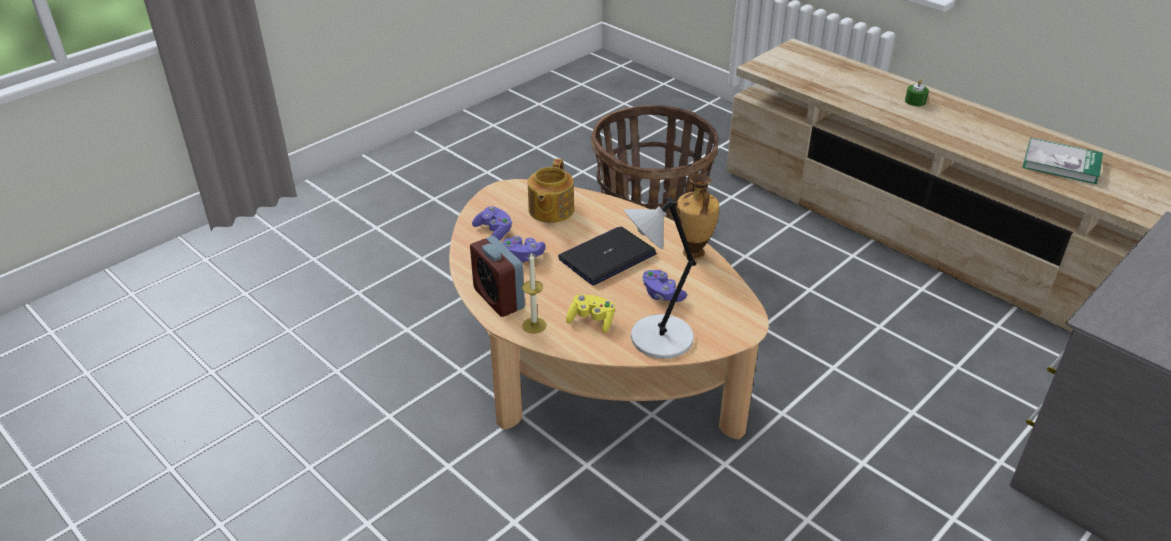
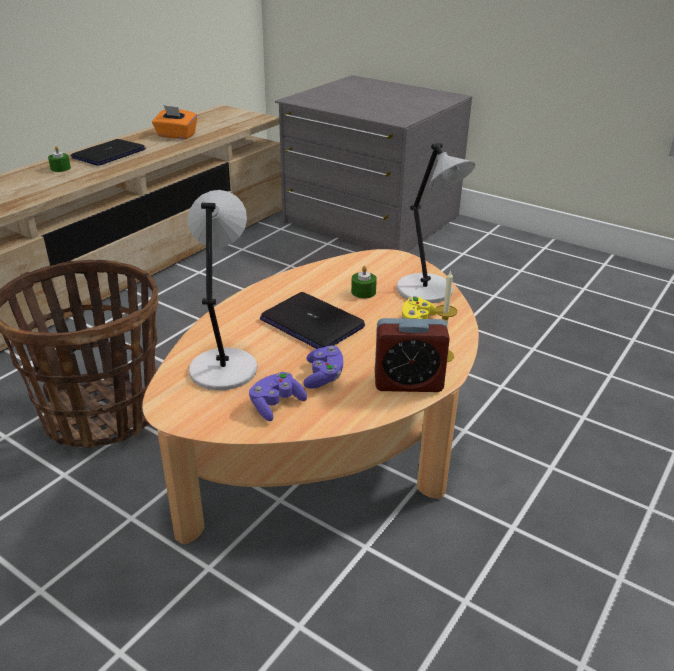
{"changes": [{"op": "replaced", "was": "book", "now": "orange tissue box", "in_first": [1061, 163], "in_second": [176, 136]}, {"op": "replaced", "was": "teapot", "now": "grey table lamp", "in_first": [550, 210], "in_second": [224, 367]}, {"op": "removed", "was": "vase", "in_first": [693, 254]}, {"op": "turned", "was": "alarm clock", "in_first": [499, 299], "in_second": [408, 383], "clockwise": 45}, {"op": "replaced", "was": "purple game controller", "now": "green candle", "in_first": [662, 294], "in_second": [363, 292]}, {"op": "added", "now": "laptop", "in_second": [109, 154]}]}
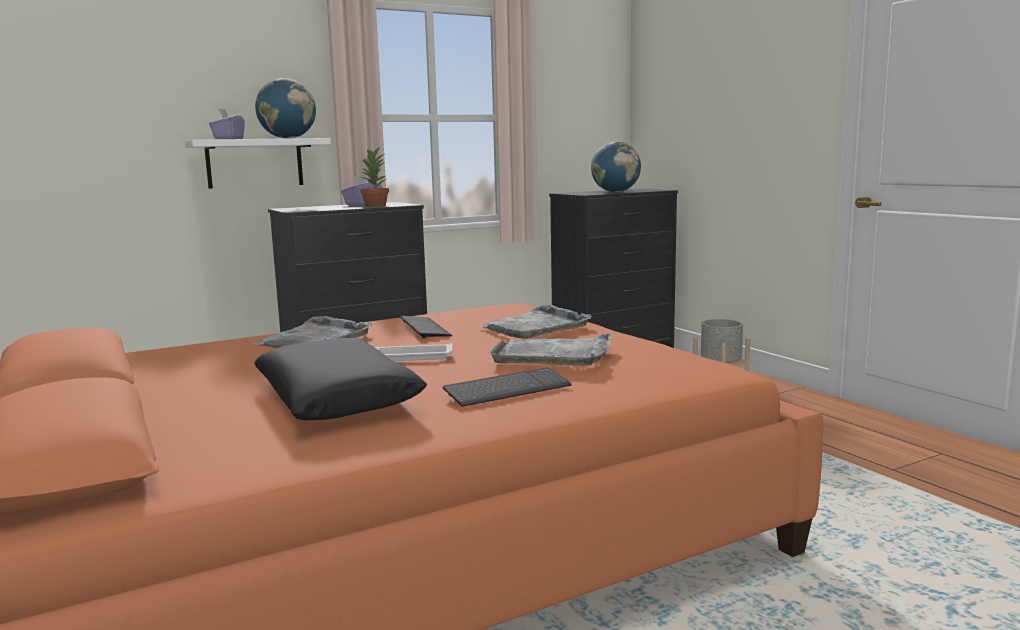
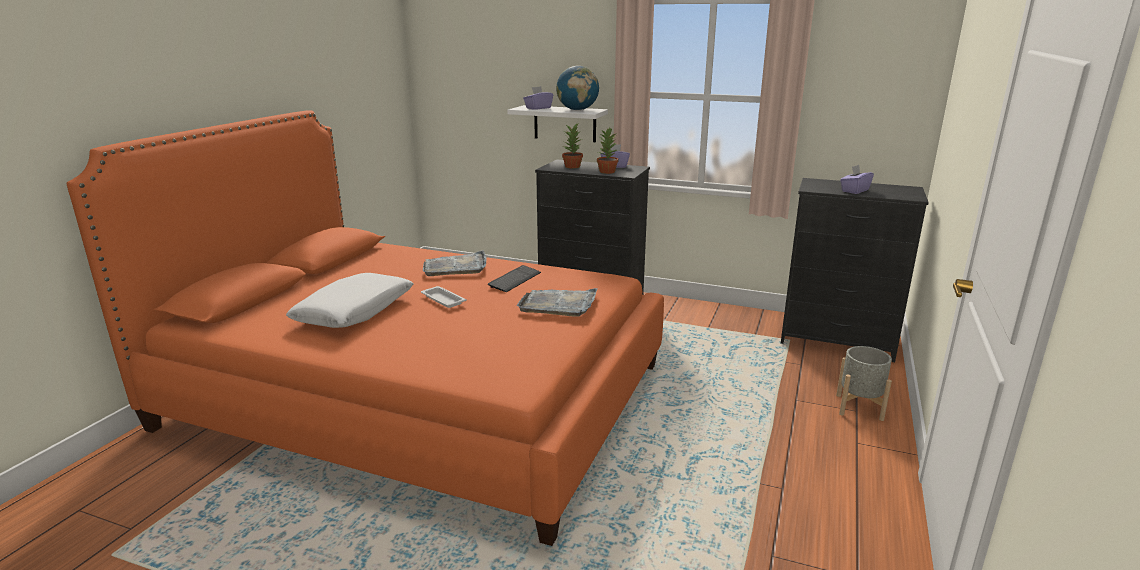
{"changes": [{"op": "replaced", "was": "globe", "now": "purple tissue box", "in_first": [615, 192], "in_second": [854, 190]}, {"op": "removed", "was": "grey tray", "in_first": [553, 354]}, {"op": "recoloured", "was": "black pillow", "now": "white pillow", "in_first": [337, 398], "in_second": [355, 311]}, {"op": "removed", "was": "keyboard", "in_first": [507, 390]}, {"op": "added", "now": "potted plant", "in_second": [573, 166]}]}
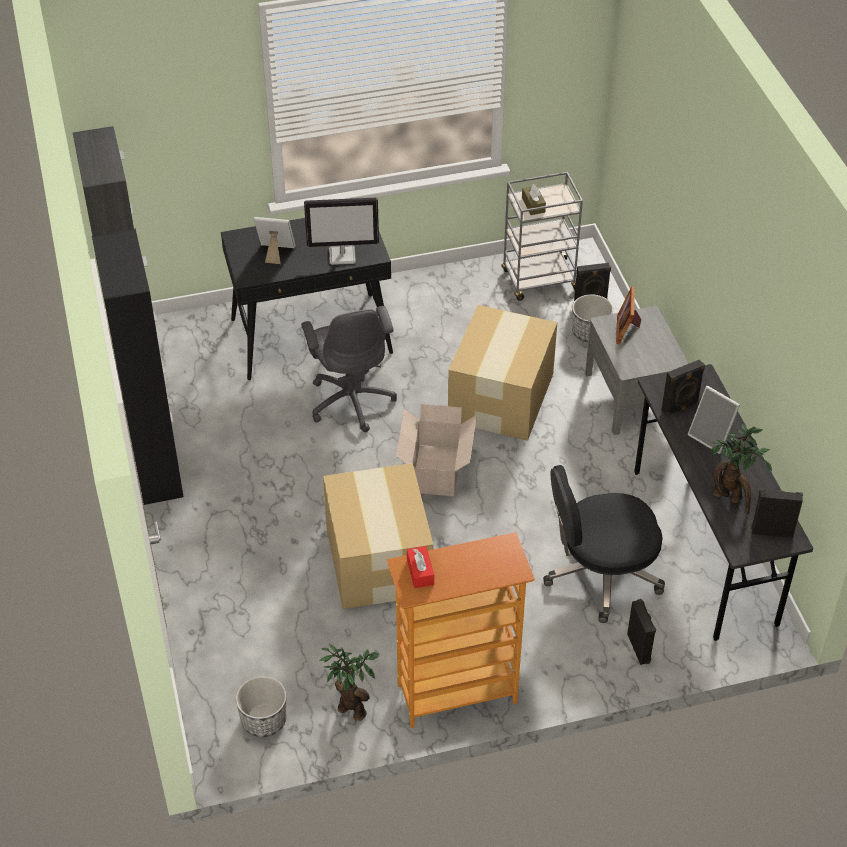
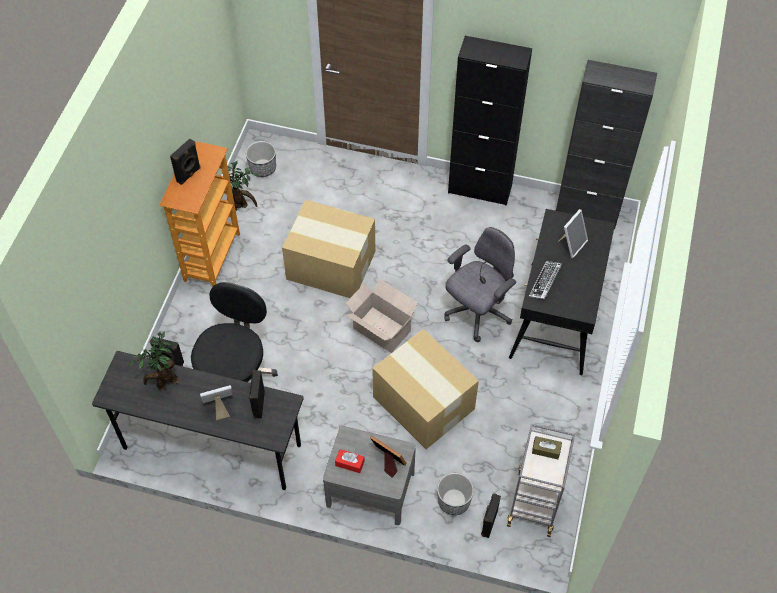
{"changes": [{"op": "replaced", "was": "monitor", "now": "keyboard", "in_first": [343, 255], "in_second": [545, 282]}, {"op": "turned", "was": "grey office chair", "in_first": [351, 400], "in_second": [477, 313], "clockwise": 120}, {"op": "moved", "was": "black speaker", "in_first": [772, 531], "in_second": [189, 175]}, {"op": "moved", "was": "red tissue box", "in_first": [420, 572], "in_second": [349, 463]}]}
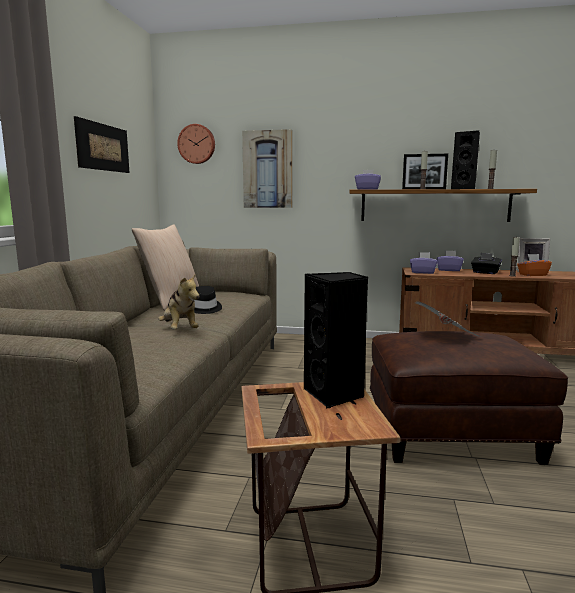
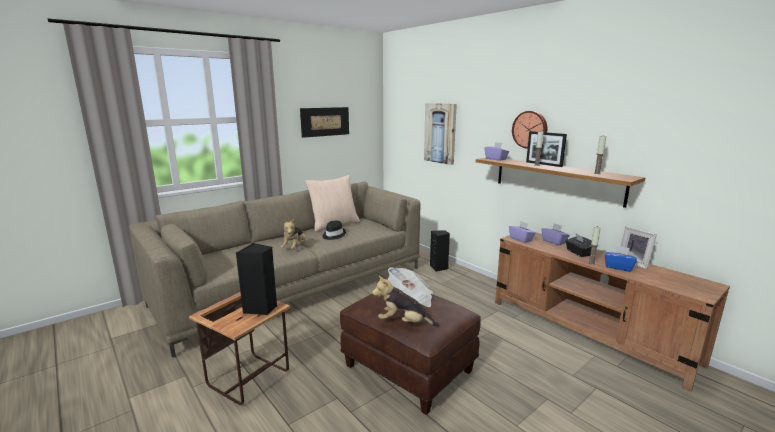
{"changes": [{"op": "moved", "was": "wall clock", "in_first": [197, 144], "in_second": [530, 129]}, {"op": "moved", "was": "black speaker", "in_first": [465, 189], "in_second": [439, 268]}, {"op": "recoloured", "was": "orange tissue box", "now": "blue tissue box", "in_first": [532, 275], "in_second": [618, 267]}, {"op": "added", "now": "plush toy", "in_second": [403, 323]}]}
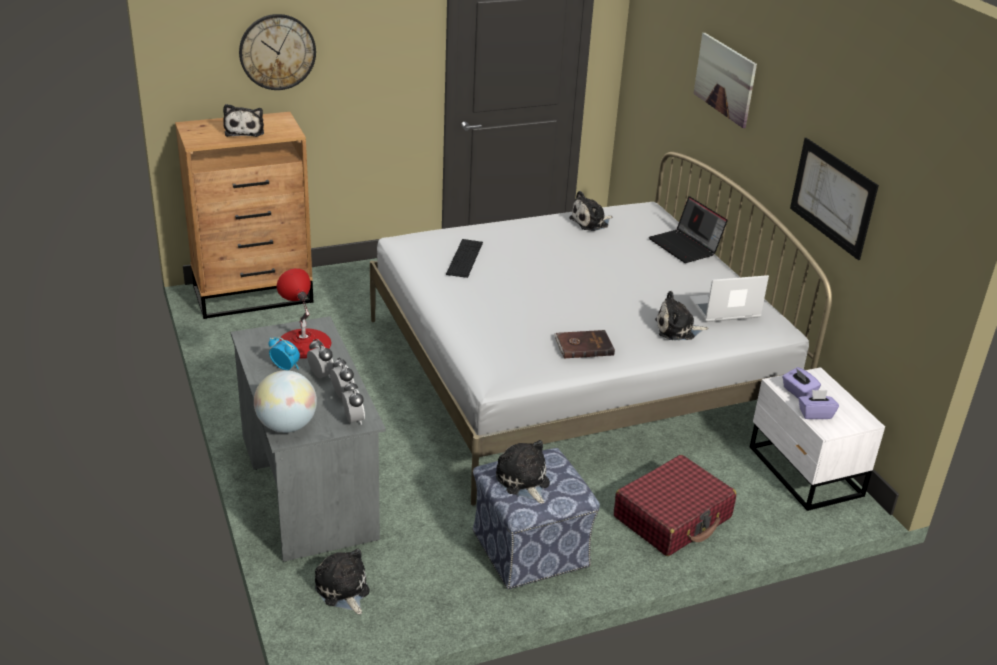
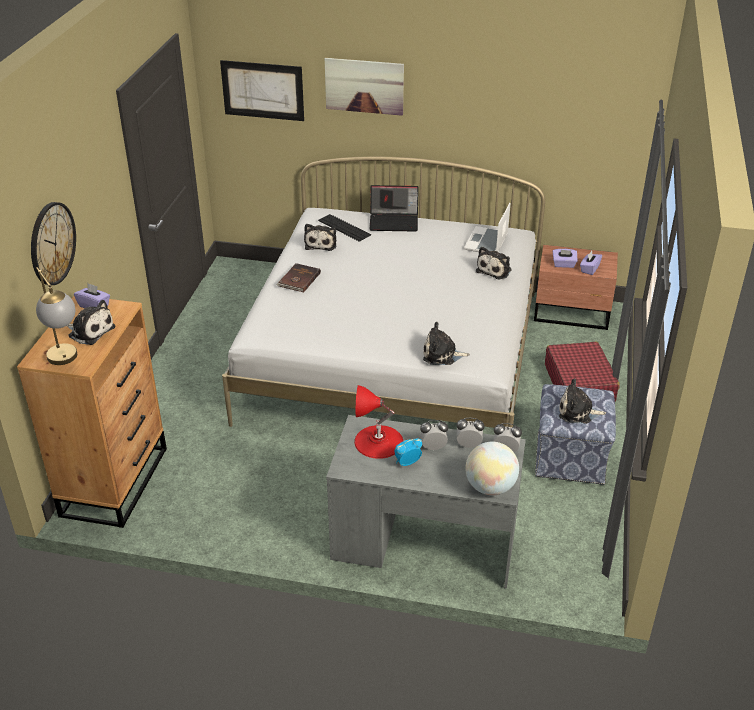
{"changes": [{"op": "moved", "was": "picture", "in_first": [832, 197], "in_second": [262, 90]}, {"op": "moved", "was": "keyboard", "in_first": [464, 258], "in_second": [344, 228]}, {"op": "moved", "was": "brown book", "in_first": [583, 346], "in_second": [298, 279]}, {"op": "recoloured", "was": "white nightstand", "now": "brown nightstand", "in_first": [804, 473], "in_second": [572, 313]}, {"op": "moved", "was": "plush toy", "in_first": [343, 591], "in_second": [442, 355]}, {"op": "added", "now": "table lamp", "in_second": [66, 362]}, {"op": "added", "now": "purple tissue box", "in_second": [94, 306]}]}
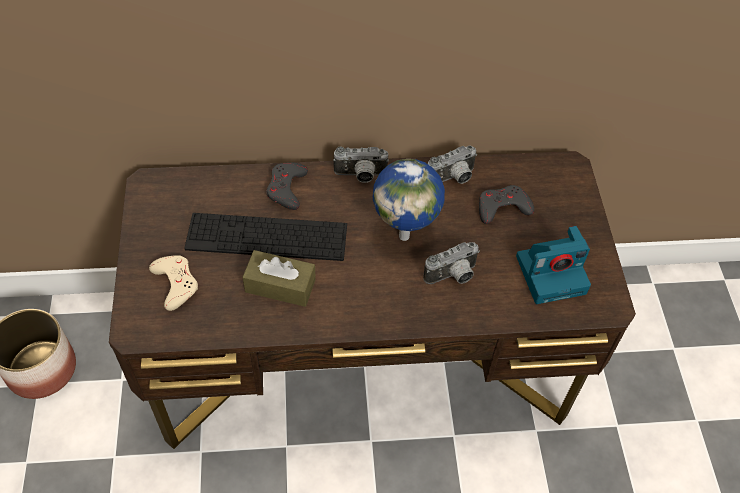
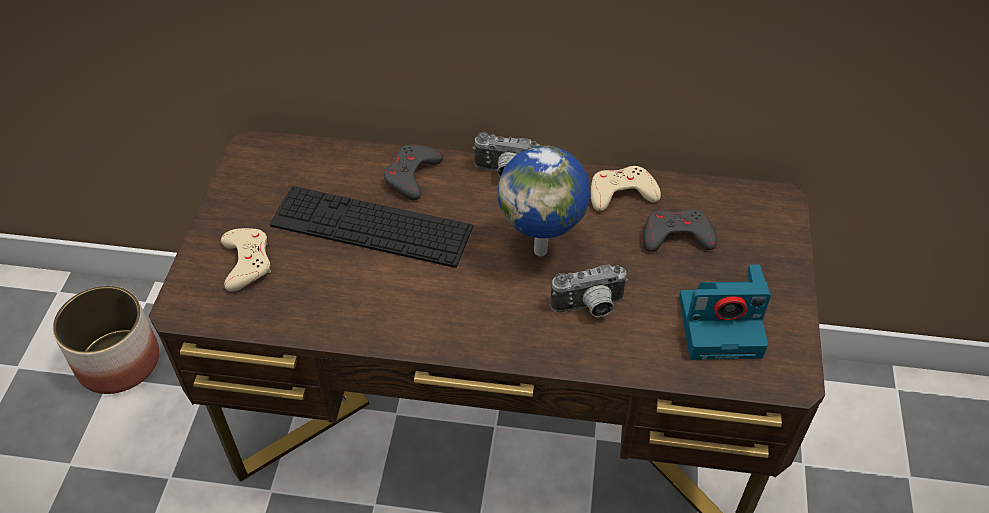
{"changes": [{"op": "replaced", "was": "photo camera", "now": "beige game controller", "in_first": [453, 179], "in_second": [621, 193]}, {"op": "removed", "was": "brown tissue box", "in_first": [280, 286]}]}
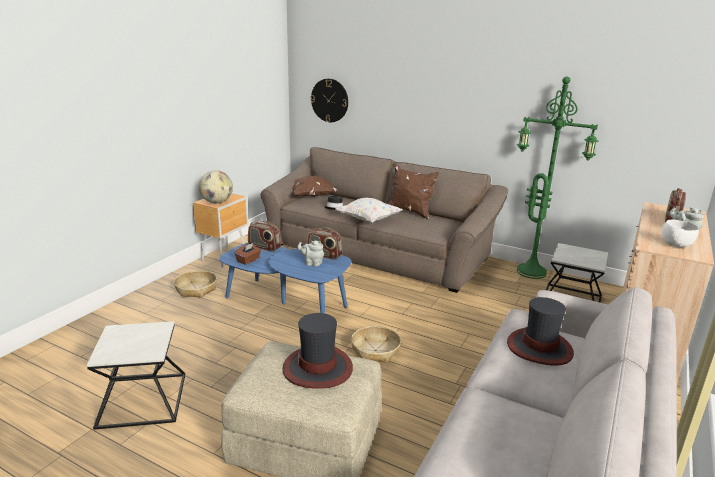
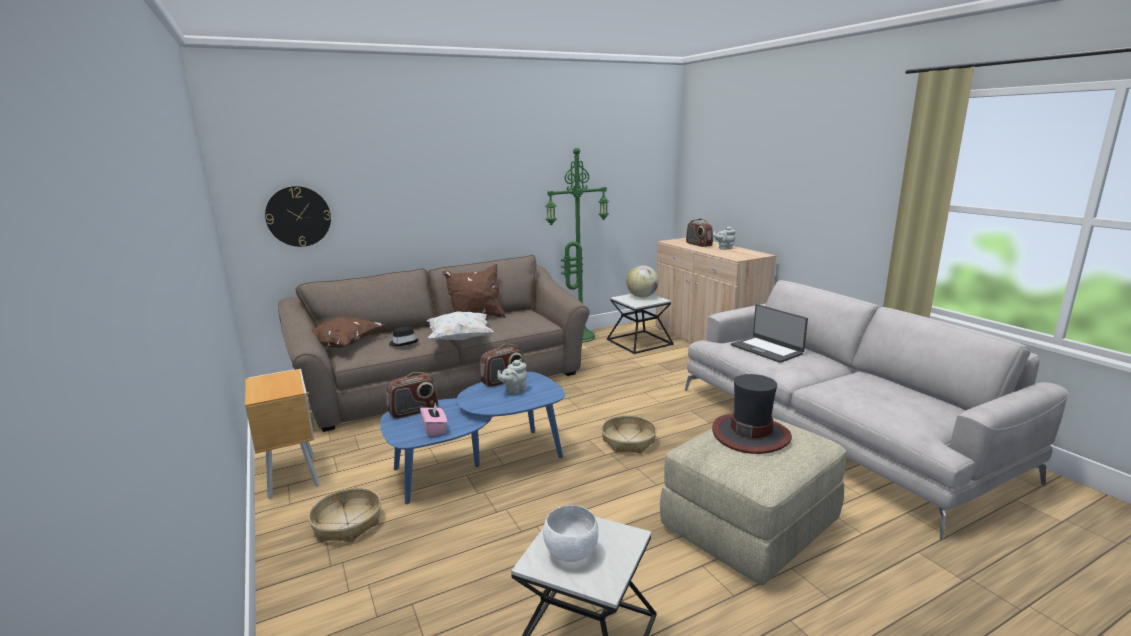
{"changes": [{"op": "moved", "was": "globe", "in_first": [217, 202], "in_second": [642, 296]}, {"op": "moved", "was": "white bowl", "in_first": [676, 245], "in_second": [571, 552]}, {"op": "recoloured", "was": "brown tissue box", "now": "pink tissue box", "in_first": [248, 260], "in_second": [435, 429]}, {"op": "replaced", "was": "hat", "now": "laptop", "in_first": [540, 348], "in_second": [767, 349]}]}
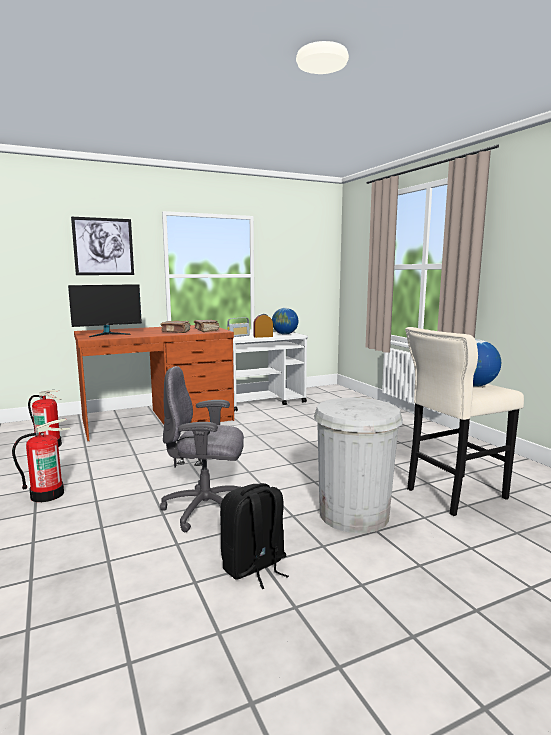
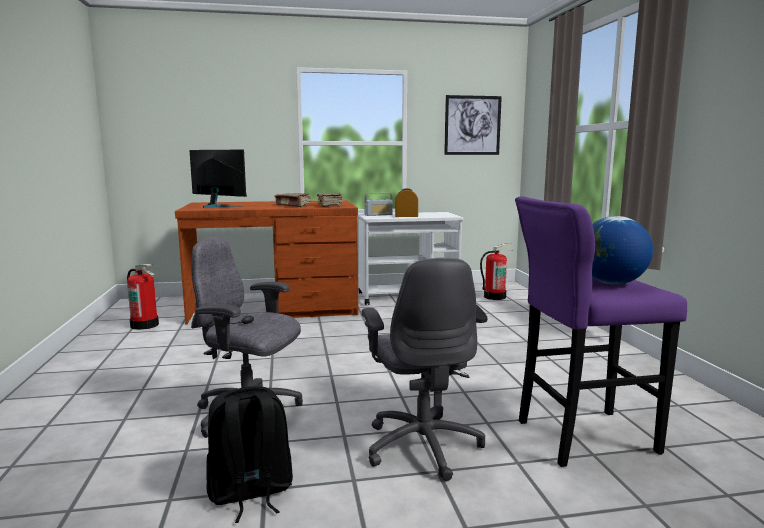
{"changes": [{"op": "moved", "was": "picture", "in_first": [103, 246], "in_second": [472, 125]}, {"op": "turned", "was": "monitor", "in_first": [108, 334], "in_second": [217, 206], "clockwise": -135}, {"op": "removed", "was": "globe", "in_first": [284, 334]}, {"op": "recoloured", "was": "beige stool", "now": "purple stool", "in_first": [452, 495], "in_second": [579, 437]}, {"op": "replaced", "was": "white trash can", "now": "grey office chair", "in_first": [354, 514], "in_second": [423, 445]}, {"op": "moved", "was": "fire extinguisher", "in_first": [47, 494], "in_second": [494, 297]}]}
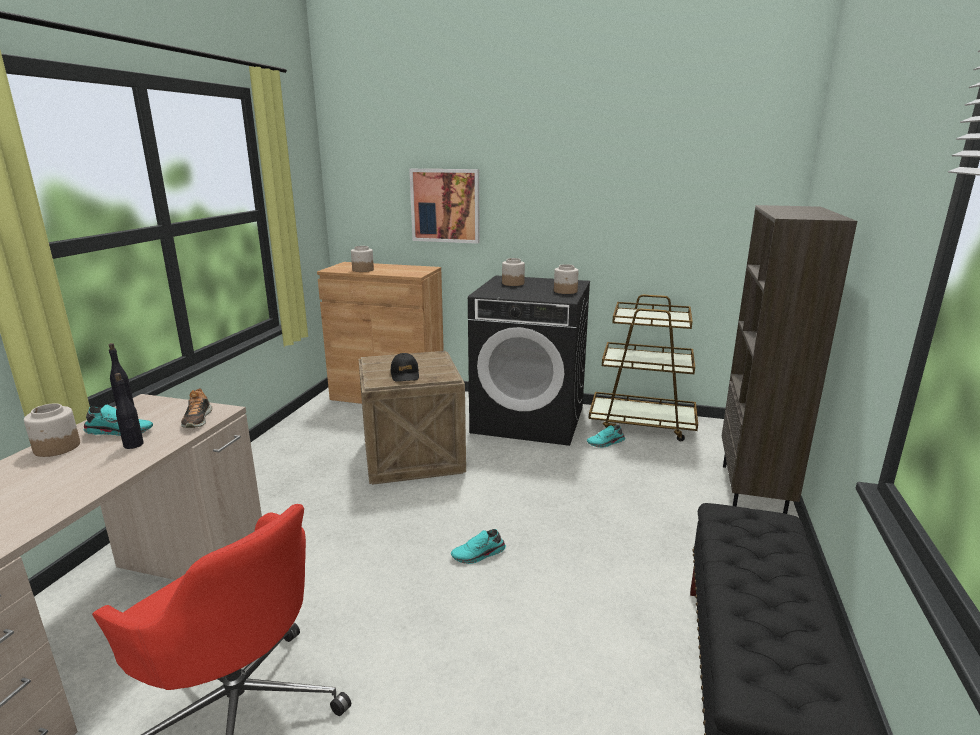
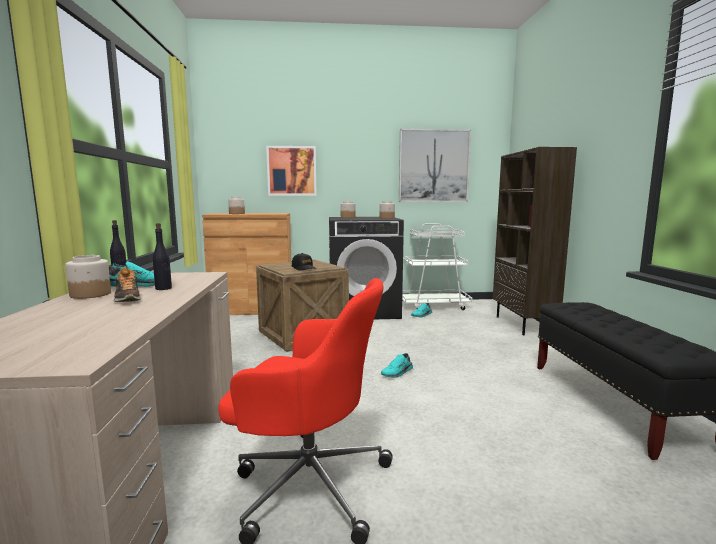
{"changes": [{"op": "recoloured", "was": "brown cart", "now": "white cart", "in_first": [642, 424], "in_second": [434, 305]}, {"op": "moved", "was": "shoe", "in_first": [197, 420], "in_second": [127, 298]}, {"op": "added", "now": "picture", "in_second": [433, 166]}]}
